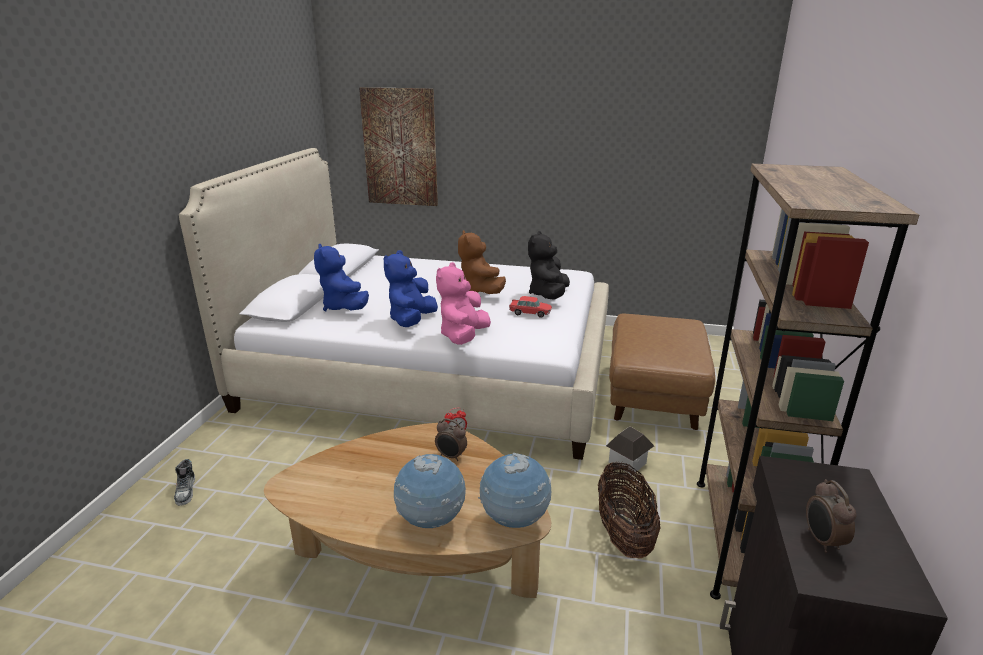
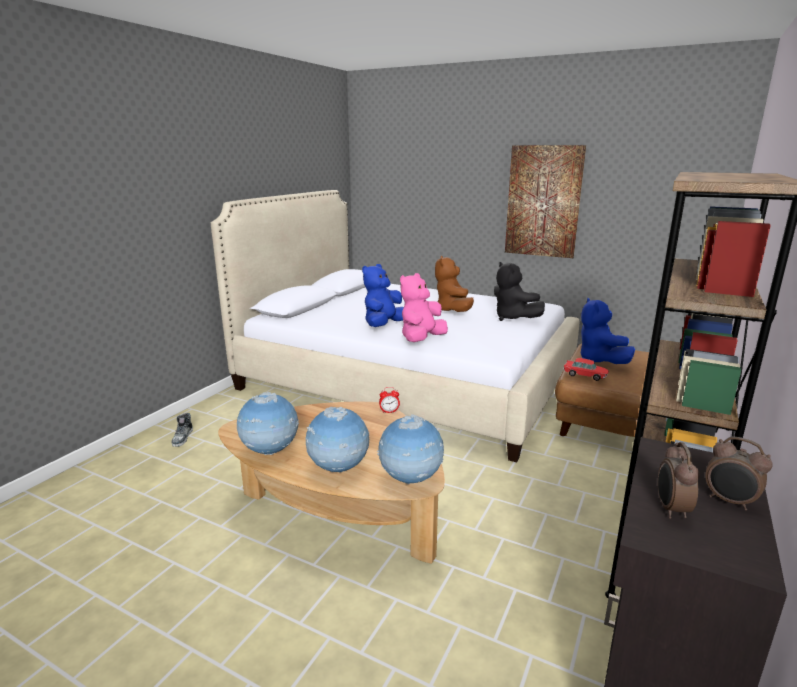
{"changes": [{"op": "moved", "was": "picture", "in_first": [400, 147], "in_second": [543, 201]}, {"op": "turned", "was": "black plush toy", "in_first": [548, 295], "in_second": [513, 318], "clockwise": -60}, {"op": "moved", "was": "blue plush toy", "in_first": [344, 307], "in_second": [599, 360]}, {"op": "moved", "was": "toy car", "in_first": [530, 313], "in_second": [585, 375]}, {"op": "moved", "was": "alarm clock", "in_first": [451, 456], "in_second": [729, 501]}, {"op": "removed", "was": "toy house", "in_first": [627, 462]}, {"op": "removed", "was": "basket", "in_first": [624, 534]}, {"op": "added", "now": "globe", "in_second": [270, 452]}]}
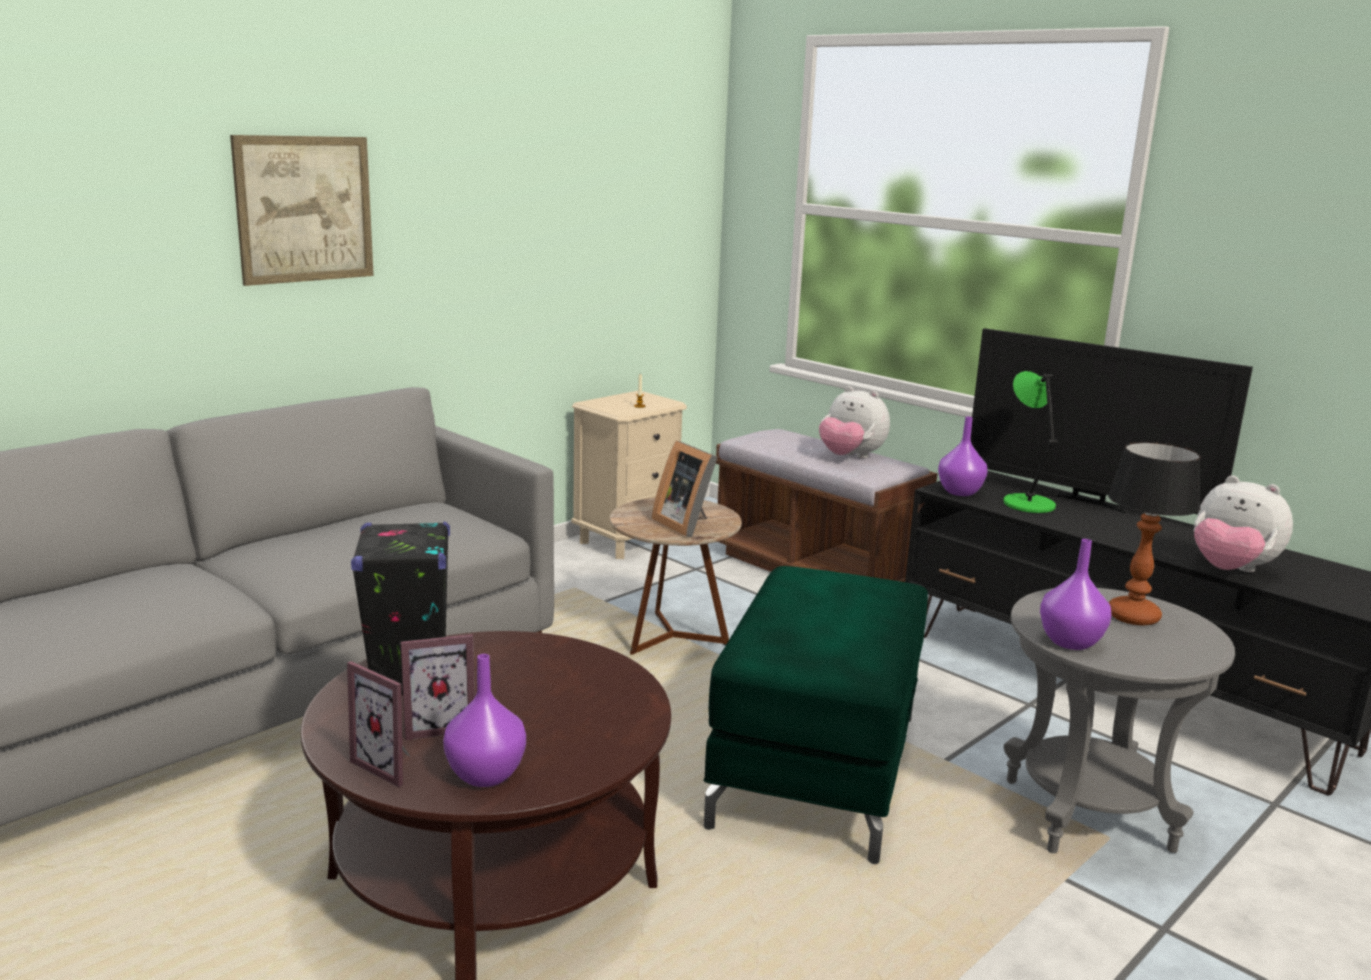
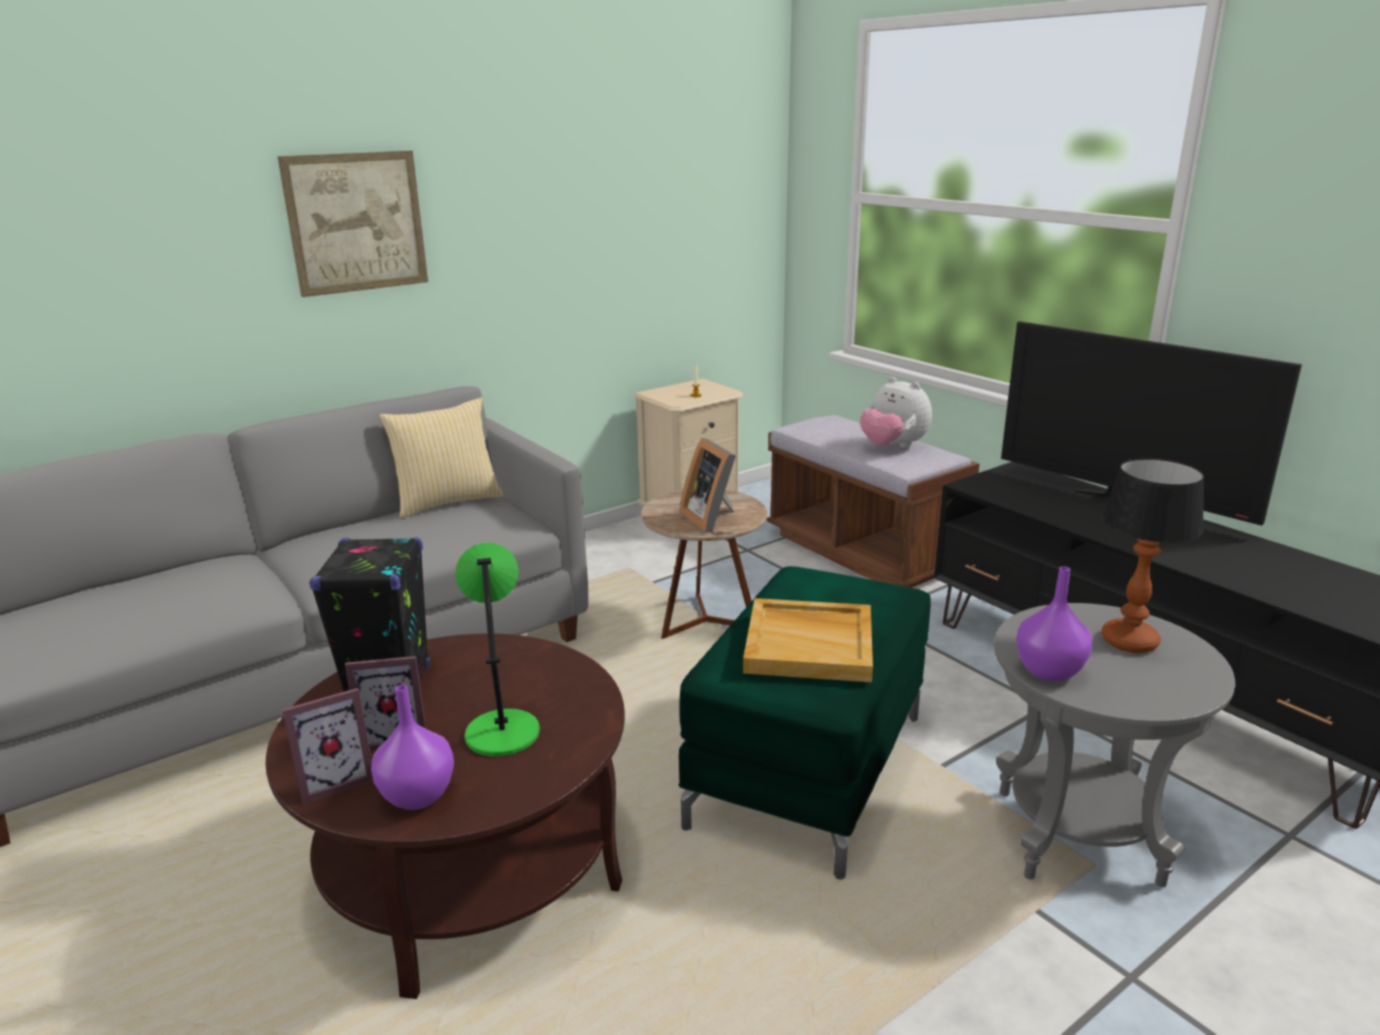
{"changes": [{"op": "moved", "was": "green table lamp", "in_first": [1026, 503], "in_second": [502, 731]}, {"op": "removed", "was": "purple vase", "in_first": [960, 492]}, {"op": "removed", "was": "plush toy", "in_first": [1231, 570]}, {"op": "turned", "was": "picture frame", "in_first": [391, 765], "in_second": [335, 780], "clockwise": -75}, {"op": "added", "now": "pillow", "in_second": [447, 501]}, {"op": "added", "now": "beige tray", "in_second": [810, 644]}]}
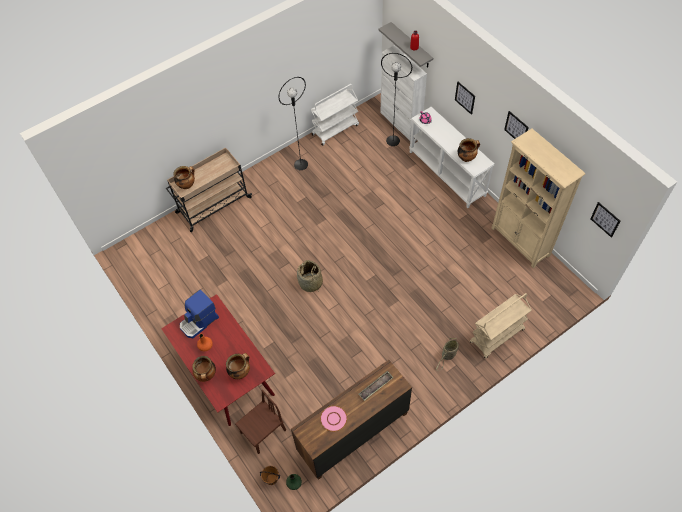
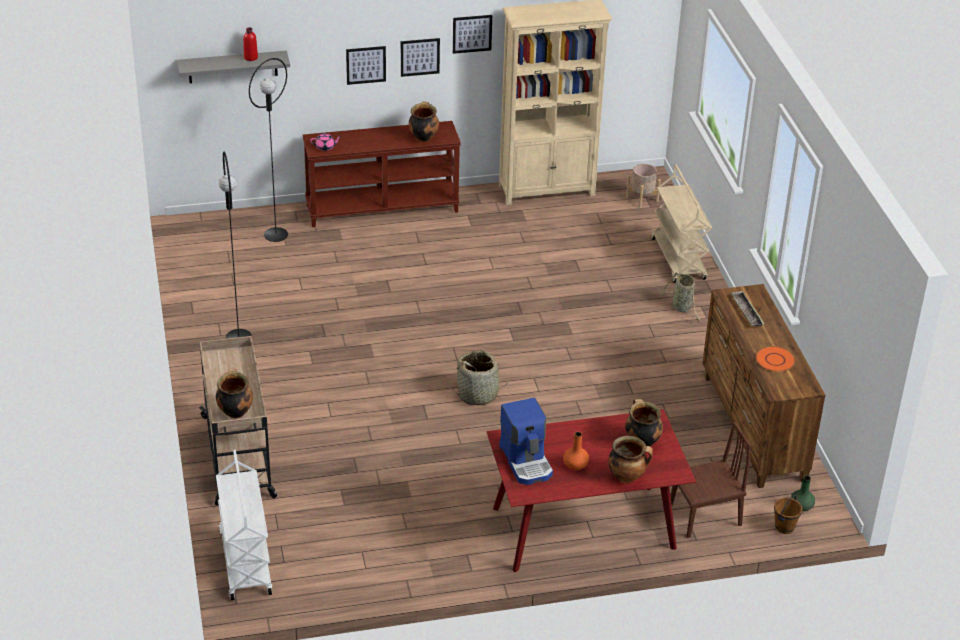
{"changes": [{"op": "removed", "was": "white cabinet", "in_first": [400, 123]}, {"op": "moved", "was": "white cart", "in_first": [335, 129], "in_second": [245, 562]}, {"op": "recoloured", "was": "white console table", "now": "brown console table", "in_first": [447, 173], "in_second": [382, 208]}, {"op": "moved", "was": "picture", "in_first": [605, 219], "in_second": [420, 57]}, {"op": "turned", "was": "brown chair", "in_first": [263, 431], "in_second": [704, 515], "clockwise": 90}, {"op": "recoloured", "was": "pink plate", "now": "orange plate", "in_first": [333, 419], "in_second": [775, 360]}, {"op": "added", "now": "beige planter", "in_second": [642, 198]}]}
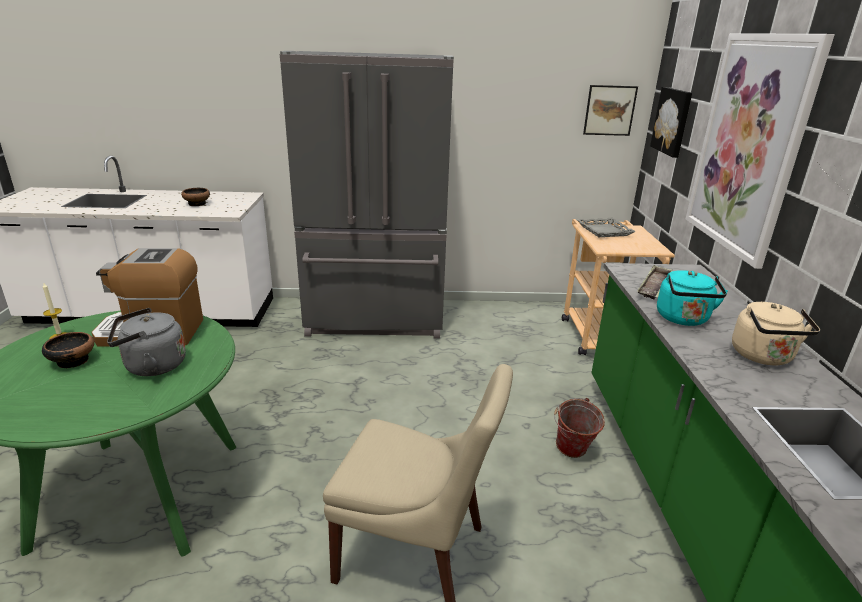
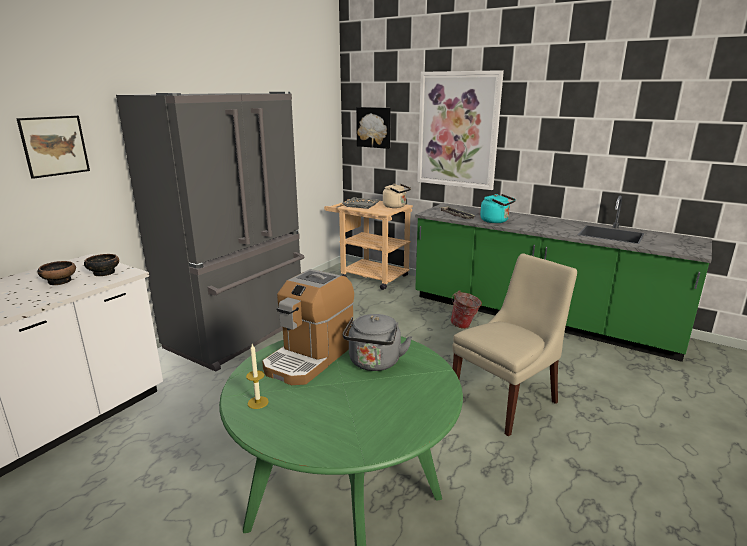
{"changes": [{"op": "moved", "was": "picture", "in_first": [609, 110], "in_second": [54, 146]}, {"op": "moved", "was": "beige kettle", "in_first": [763, 357], "in_second": [396, 206]}, {"op": "moved", "was": "bowl", "in_first": [72, 361], "in_second": [103, 273]}]}
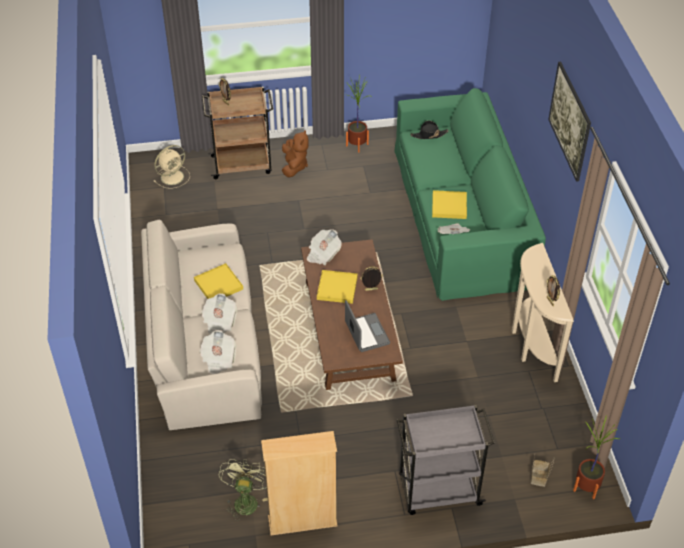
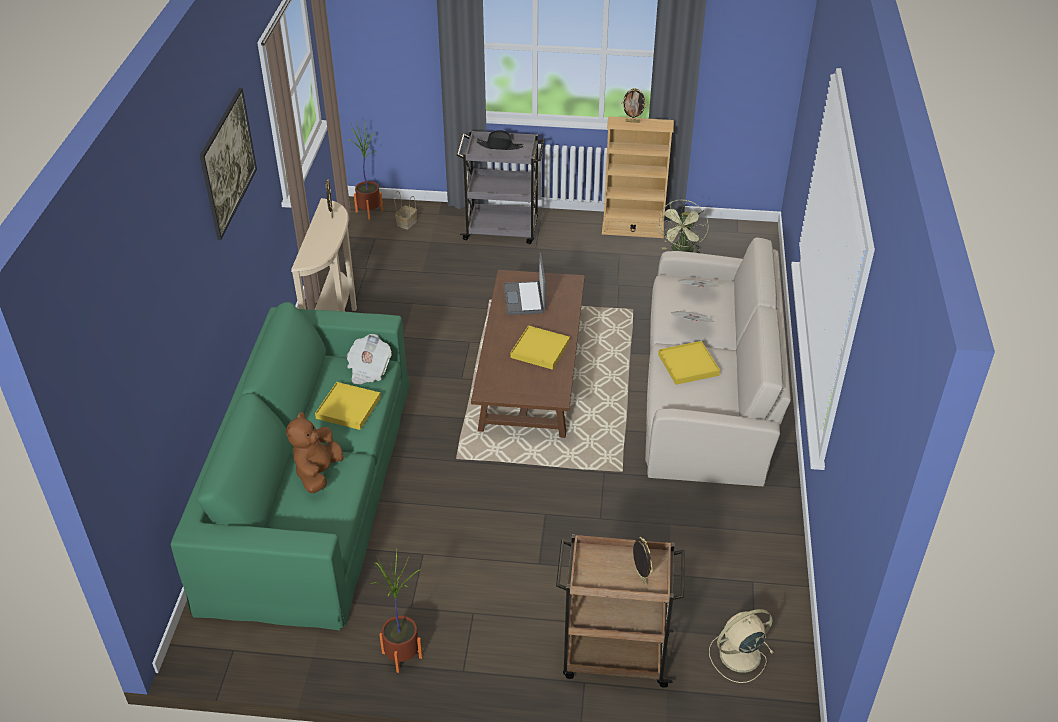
{"changes": [{"op": "moved", "was": "black hat", "in_first": [429, 135], "in_second": [499, 146]}, {"op": "moved", "was": "brown plush toy", "in_first": [294, 166], "in_second": [318, 473]}, {"op": "removed", "was": "newspaper", "in_first": [323, 254]}, {"op": "moved", "was": "picture frame", "in_first": [371, 290], "in_second": [632, 121]}]}
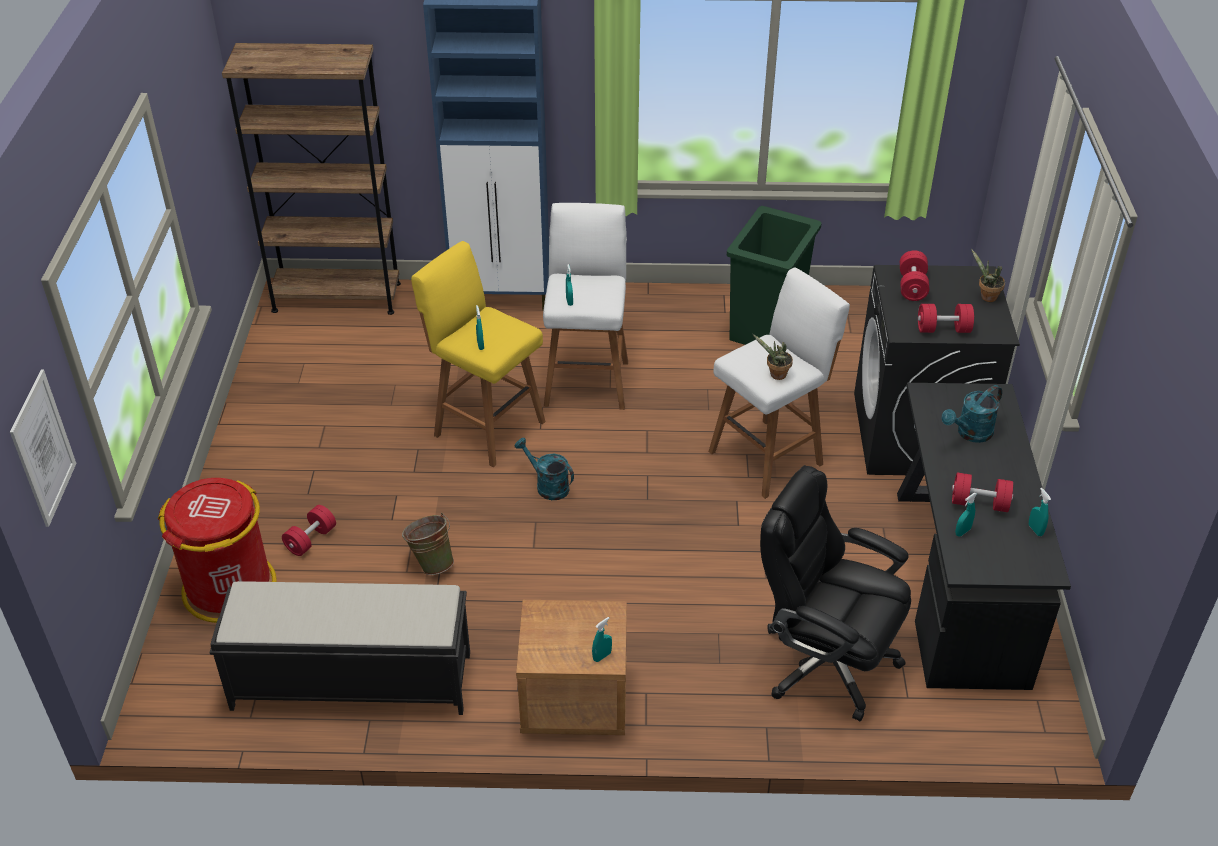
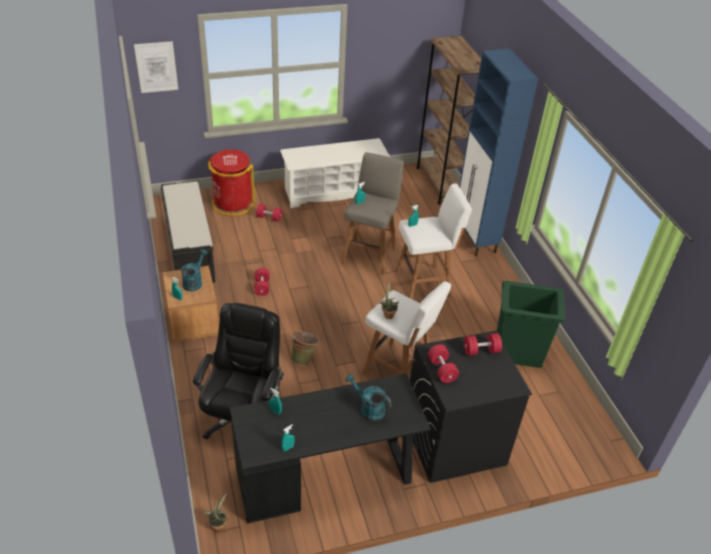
{"changes": [{"op": "recoloured", "was": "yellow stool", "now": "grey stool", "in_first": [486, 427], "in_second": [369, 254]}, {"op": "moved", "was": "potted plant", "in_first": [986, 297], "in_second": [218, 525]}, {"op": "moved", "was": "turquoise watering can", "in_first": [547, 486], "in_second": [194, 281]}, {"op": "moved", "was": "red dumbbell", "in_first": [979, 503], "in_second": [262, 287]}, {"op": "moved", "was": "green bucket", "in_first": [431, 563], "in_second": [304, 358]}, {"op": "added", "now": "white shoe rack", "in_second": [334, 192]}]}
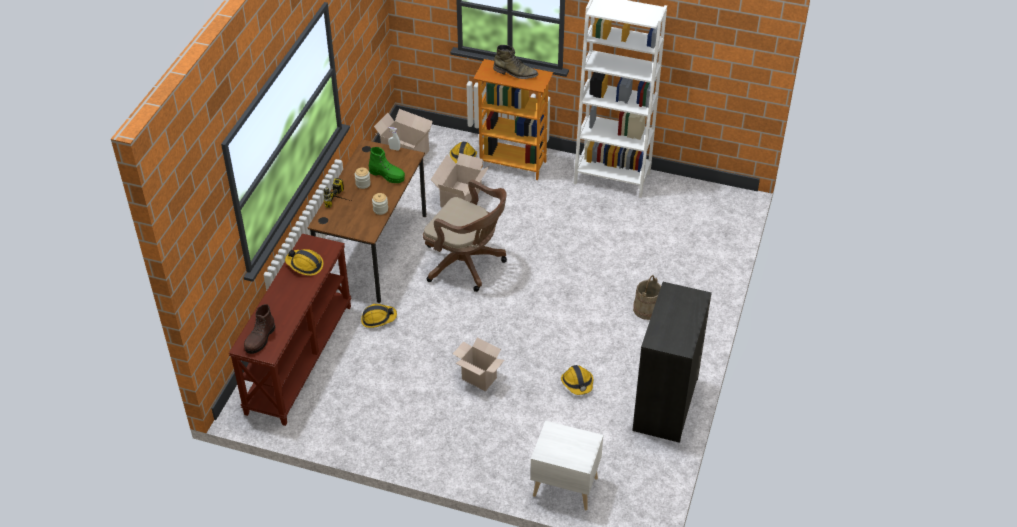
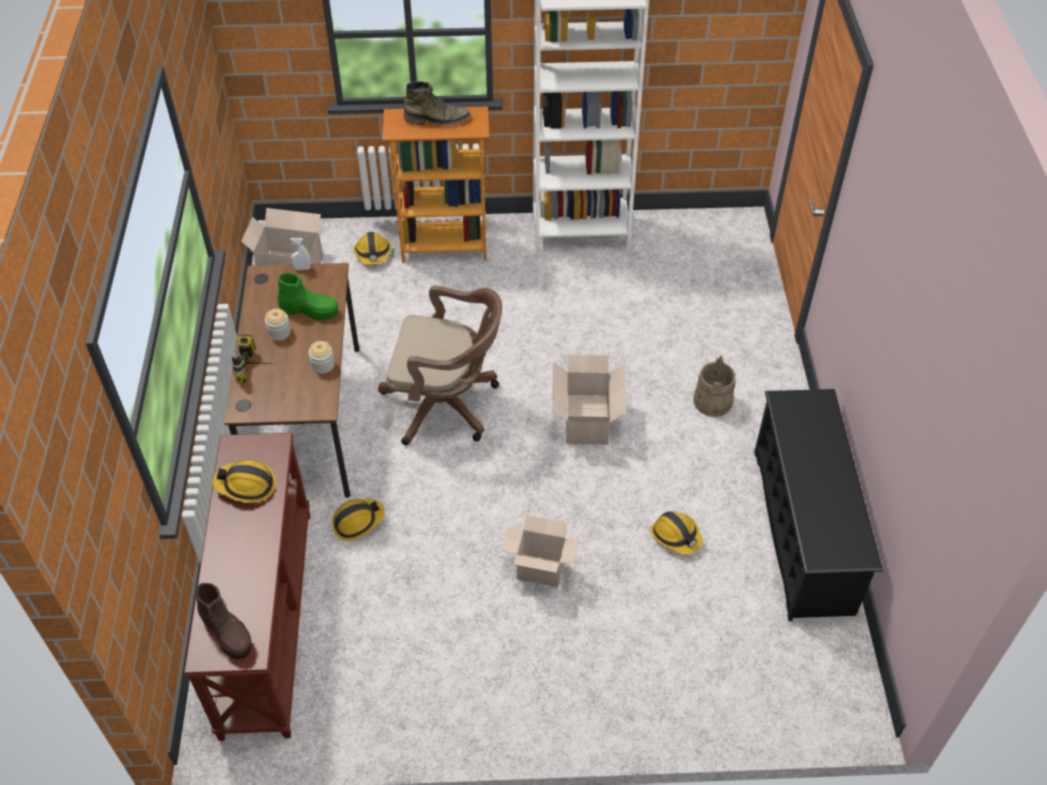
{"changes": [{"op": "moved", "was": "cardboard box", "in_first": [462, 196], "in_second": [587, 418]}, {"op": "replaced", "was": "black dresser", "now": "black shoe rack", "in_first": [665, 404], "in_second": [802, 531]}, {"op": "turned", "was": "brown boot", "in_first": [260, 339], "in_second": [227, 632], "clockwise": -45}, {"op": "removed", "was": "white nightstand", "in_first": [564, 485]}]}
